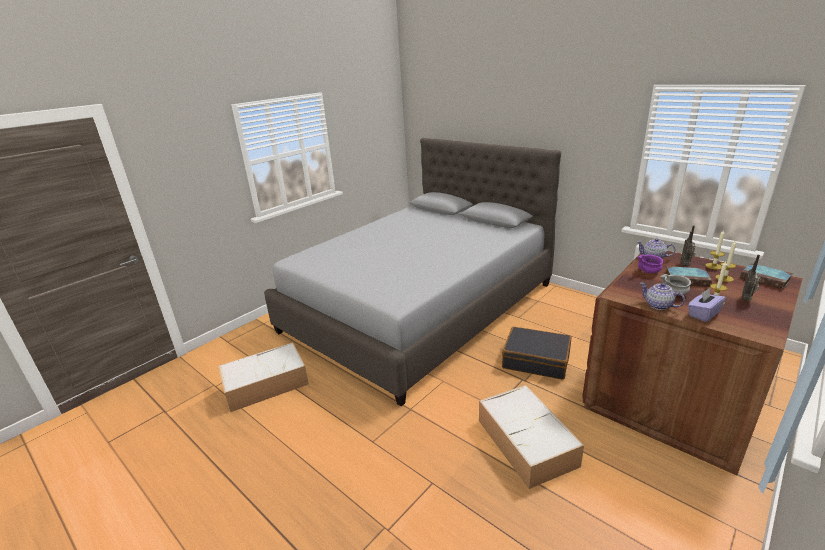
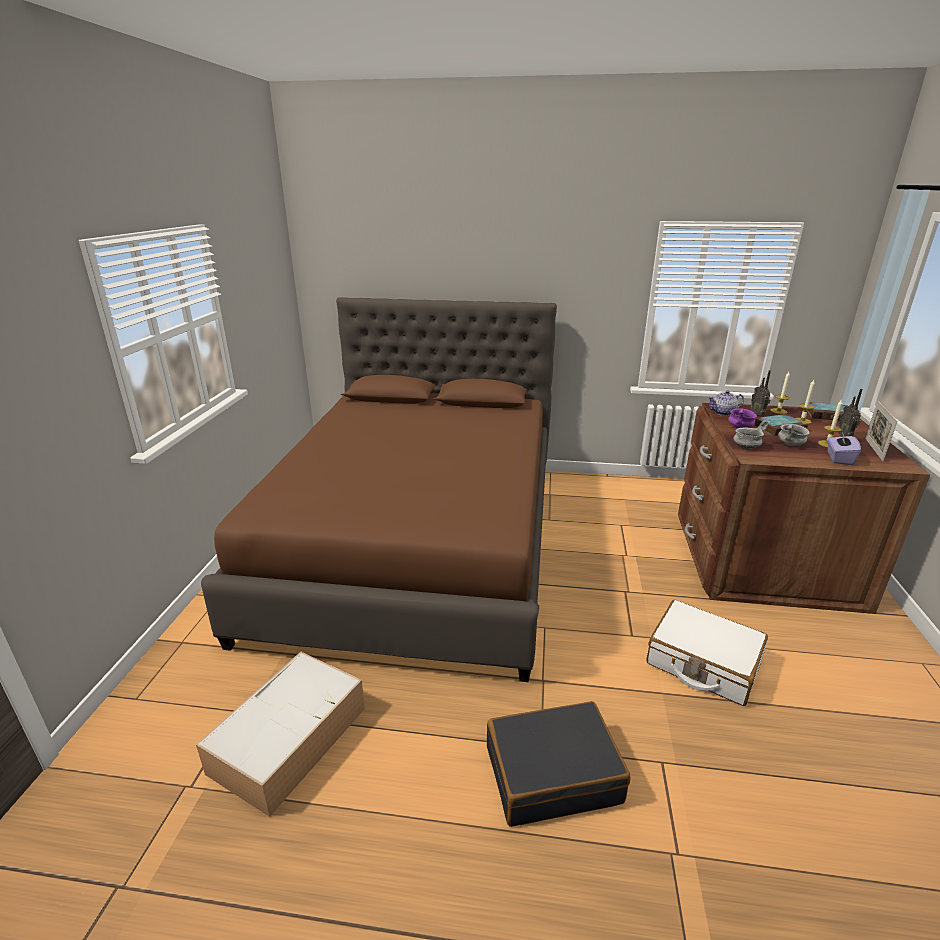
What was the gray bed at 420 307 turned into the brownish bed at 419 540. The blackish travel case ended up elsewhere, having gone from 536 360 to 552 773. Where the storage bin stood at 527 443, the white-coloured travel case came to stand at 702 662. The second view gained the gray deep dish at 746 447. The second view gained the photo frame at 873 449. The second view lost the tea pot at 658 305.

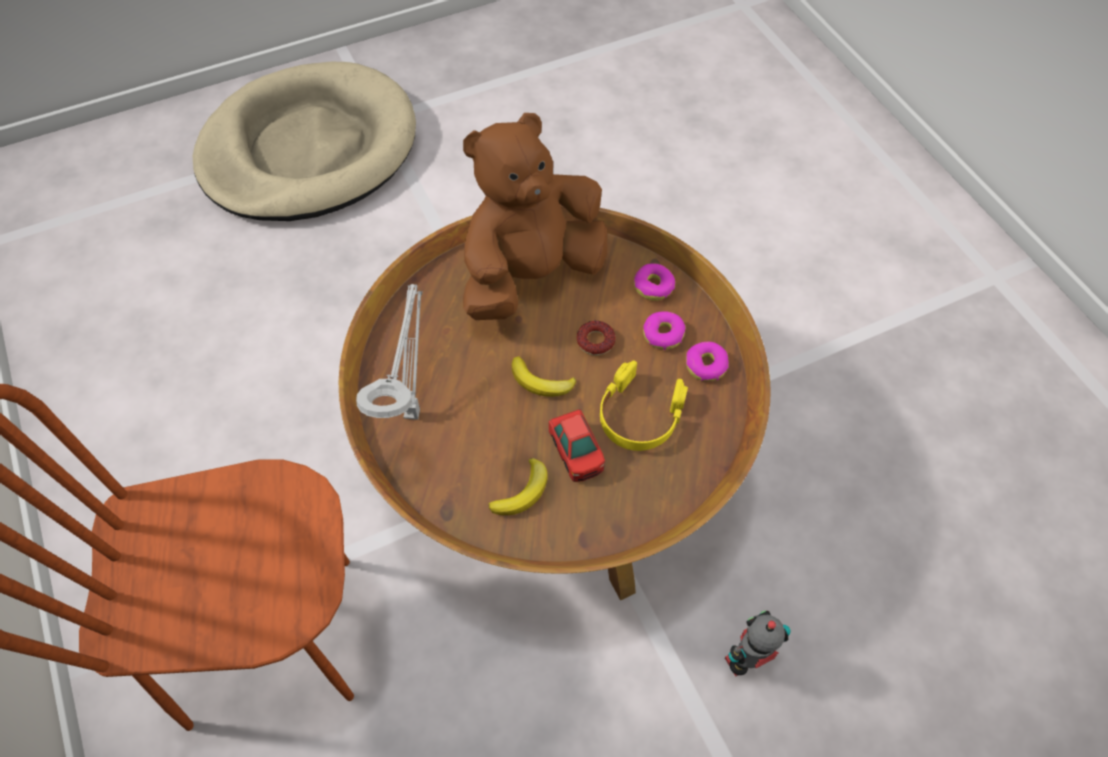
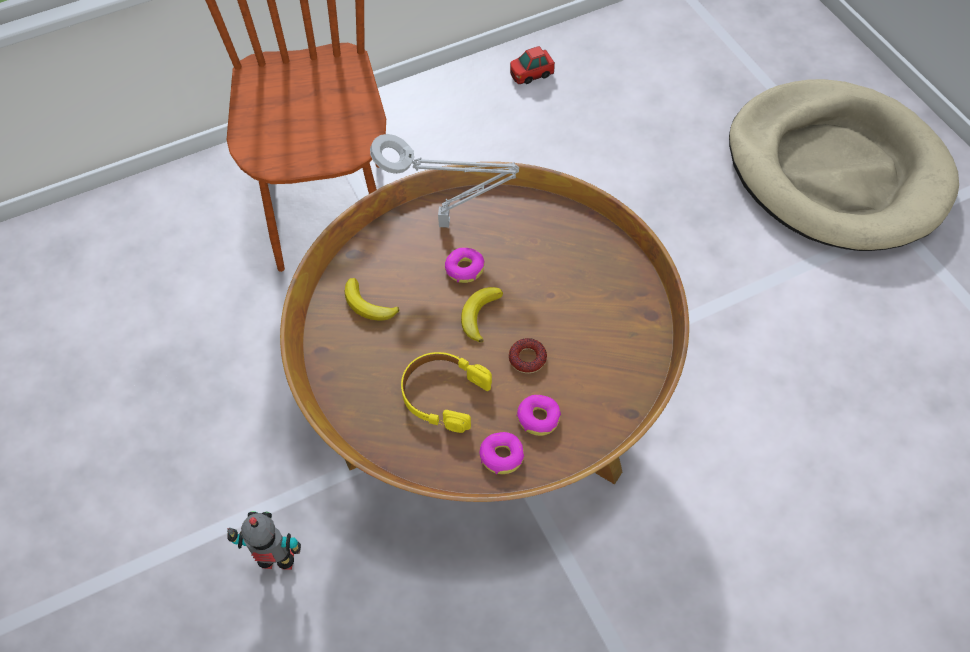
The model robot at 745 663 ended up facing another way, 60 degrees counterclockwise from before. The ring doughnut ended up elsewhere, having gone from 653 286 to 464 269. The model car ended up elsewhere, having gone from 576 453 to 531 74. The second view lost the brownish plush toy at 530 275.

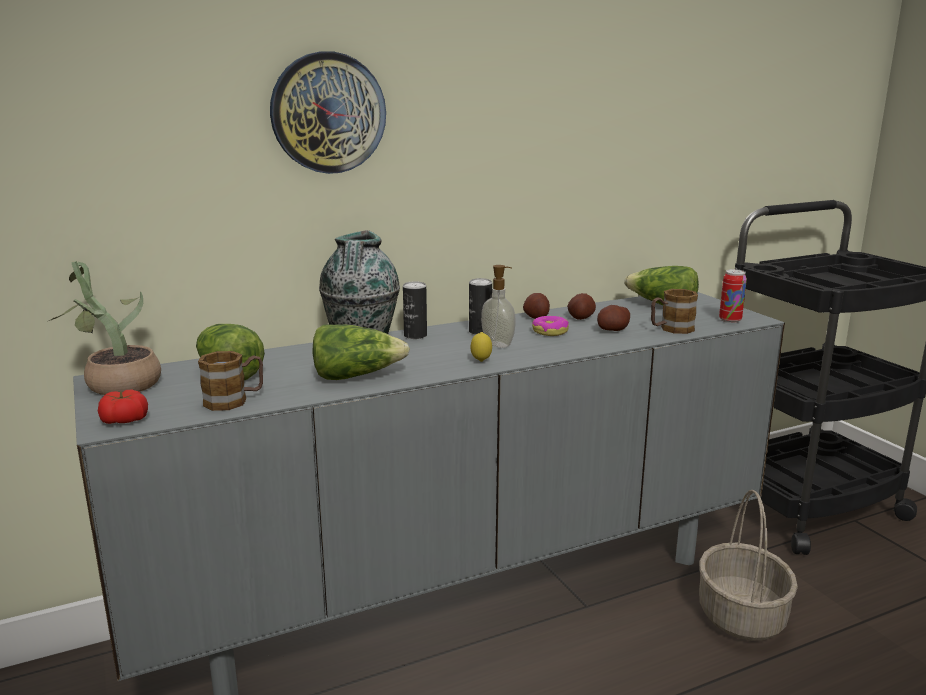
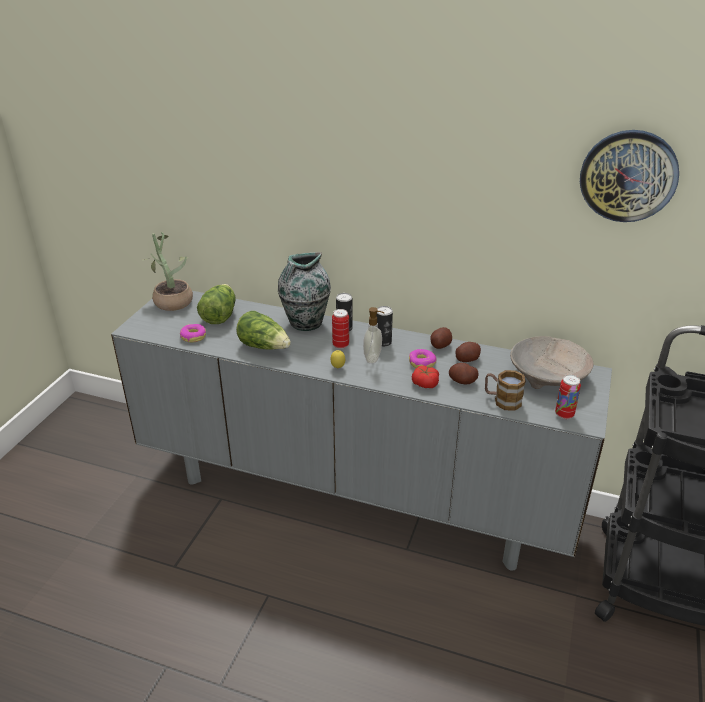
Where the tea mug stood at 234 400, the ring doughnut came to stand at 193 336. The second view gained the can at 340 345. The fresh tomato ended up elsewhere, having gone from 124 420 to 425 383. Where the lettuce head stood at 662 305, the beige deep dish came to stand at 548 375. The clock on the wall ended up elsewhere, having gone from 328 113 to 628 176. The second view lost the household basket at 740 615.

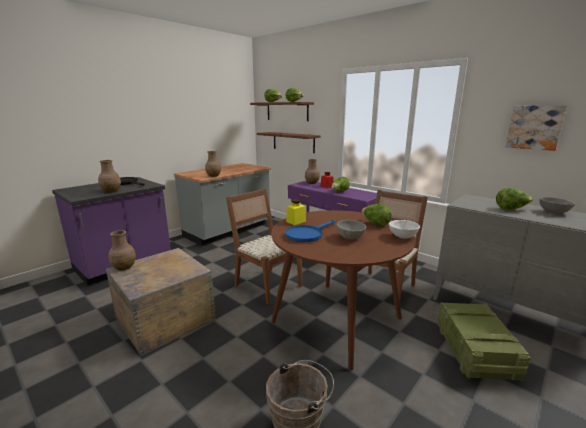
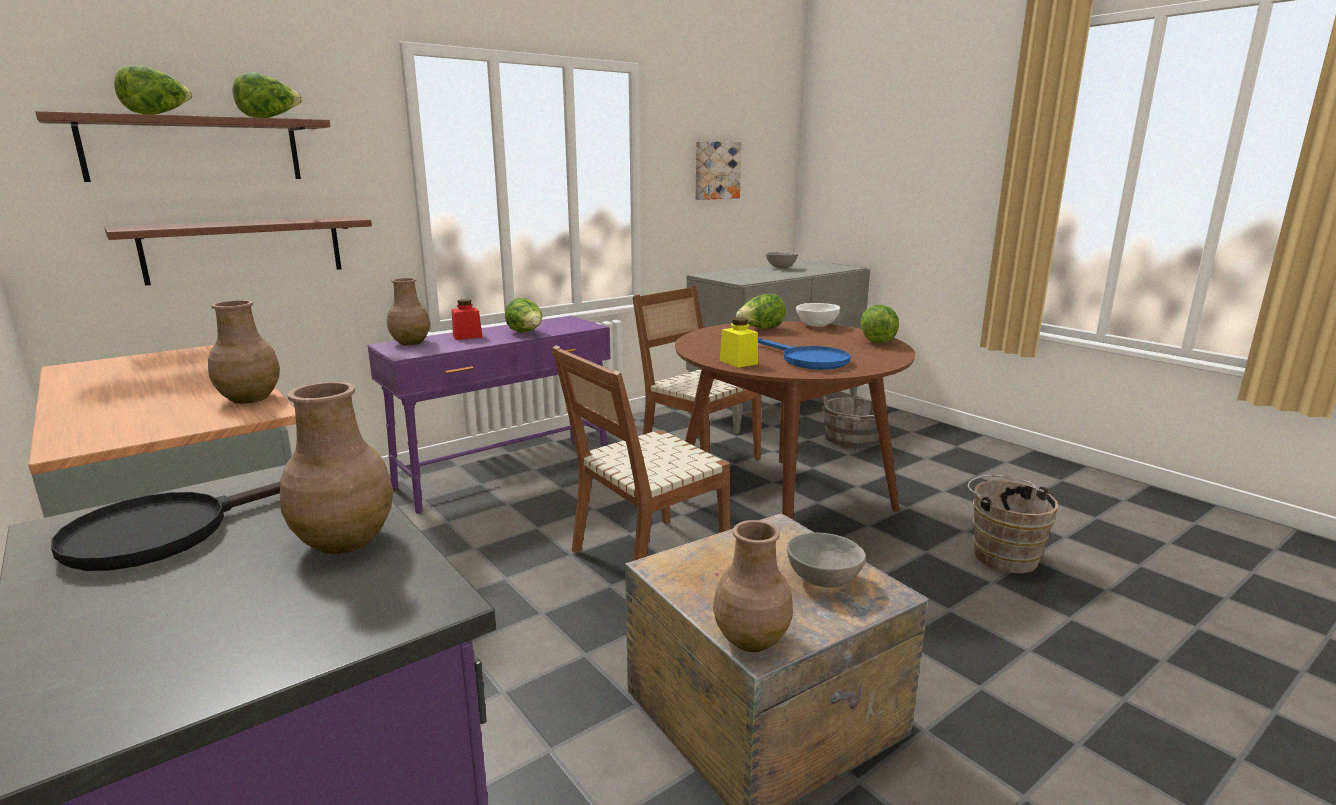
The gray deep dish ended up elsewhere, having gone from 350 237 to 823 579. Where the shipping crate stood at 475 352, the gray pail came to stand at 851 439. The lettuce head ended up elsewhere, having gone from 511 209 to 877 341.

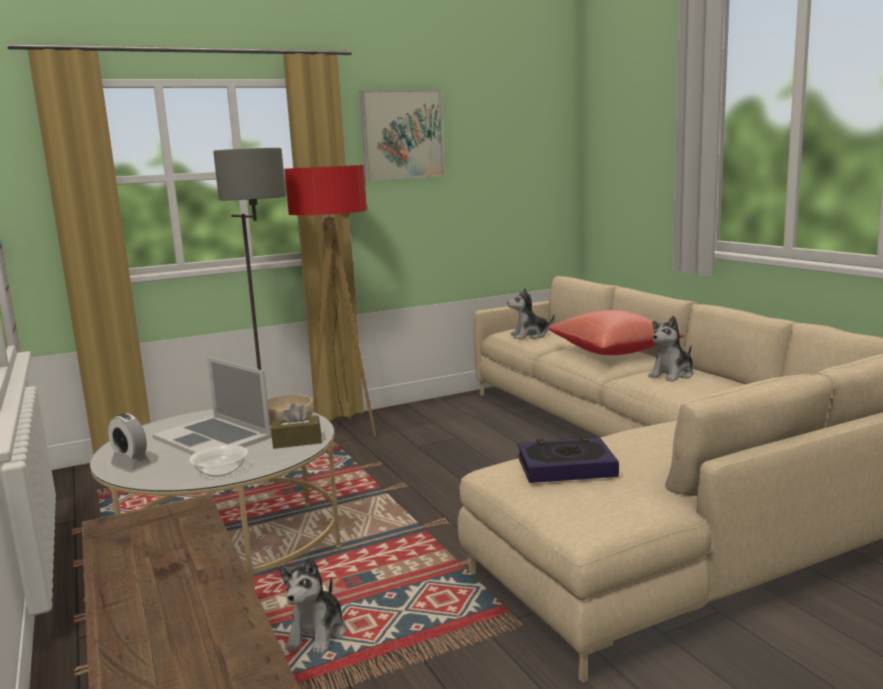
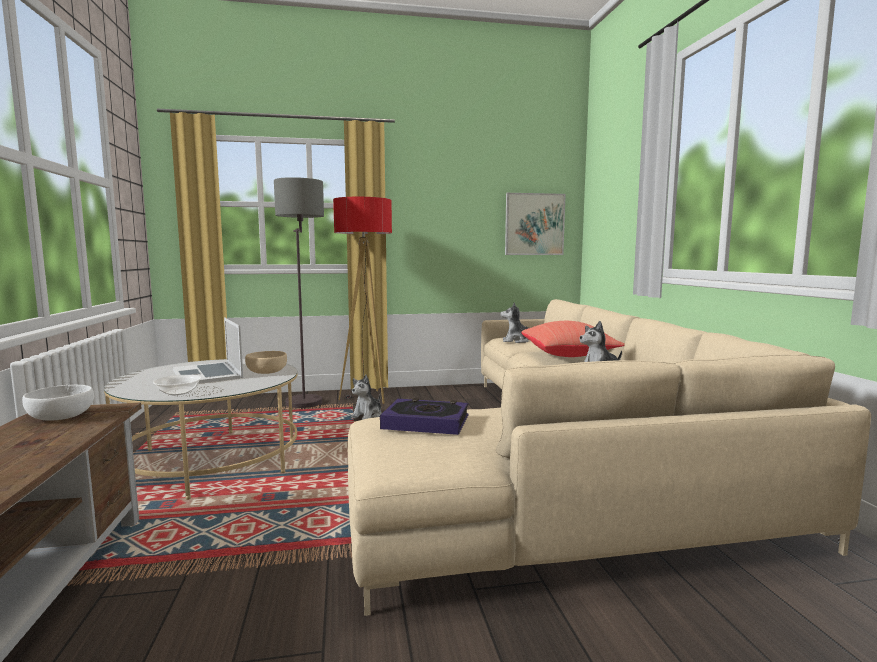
The second view gained the white-coloured deep dish at 60 417. The plush toy ended up elsewhere, having gone from 317 633 to 367 415. The picture ended up elsewhere, having gone from 402 134 to 534 224. The second view lost the table clock at 131 464. The second view lost the brownish tissue box at 297 441.

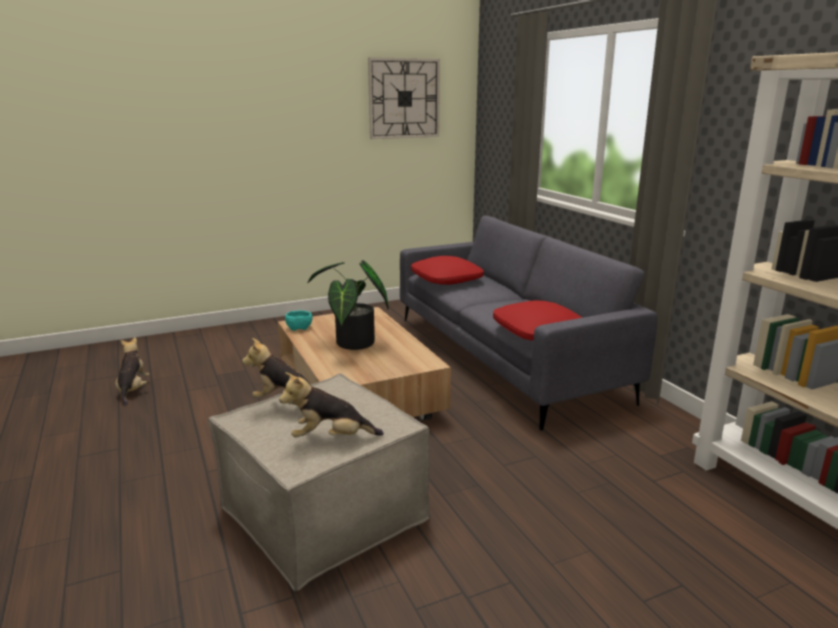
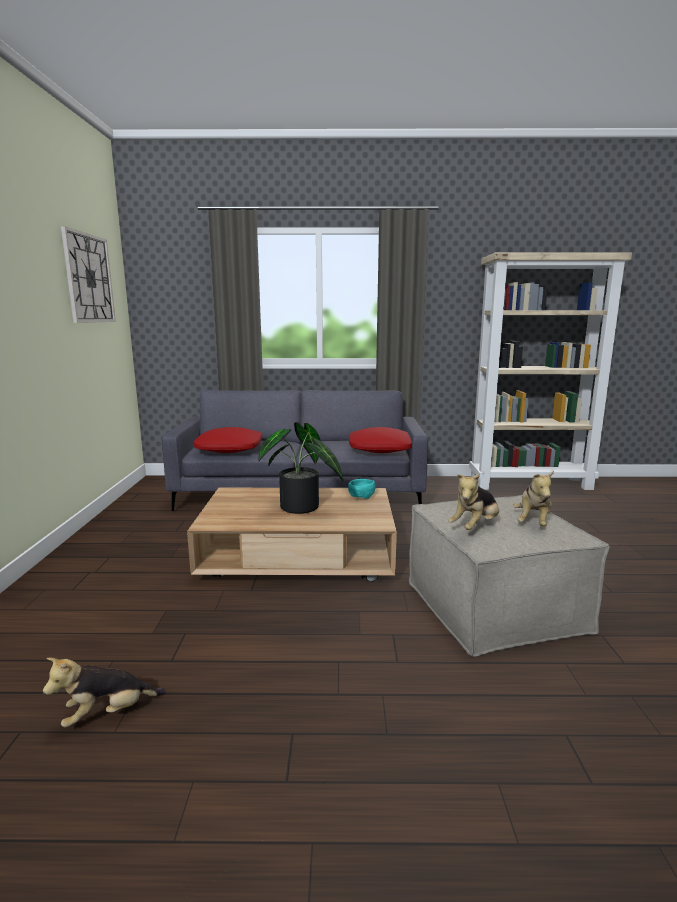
The plush toy at 133 390 ended up facing another way, 45 degrees counterclockwise from before. The turquoise deep dish ended up elsewhere, having gone from 299 327 to 360 496.

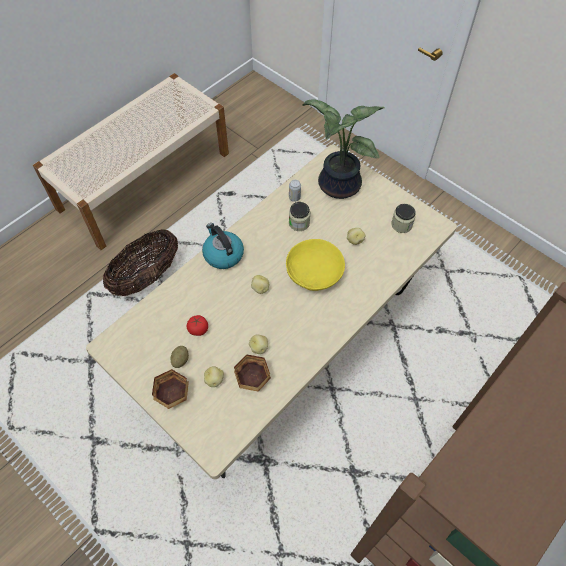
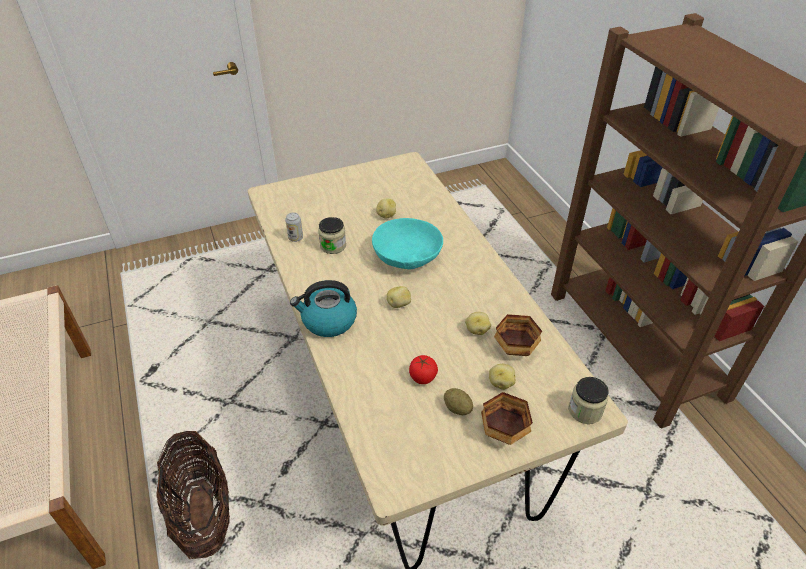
What was the yellowish deep dish at 314 273 turned into the turquoise deep dish at 407 256. The jar ended up elsewhere, having gone from 401 225 to 585 410. The second view lost the plant in a pot at 336 185.

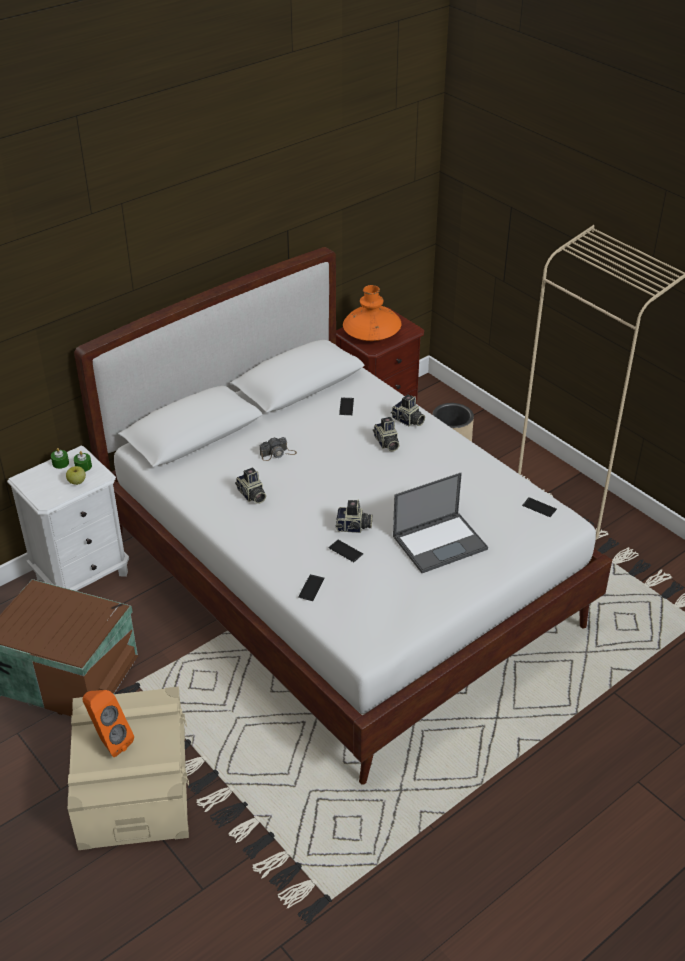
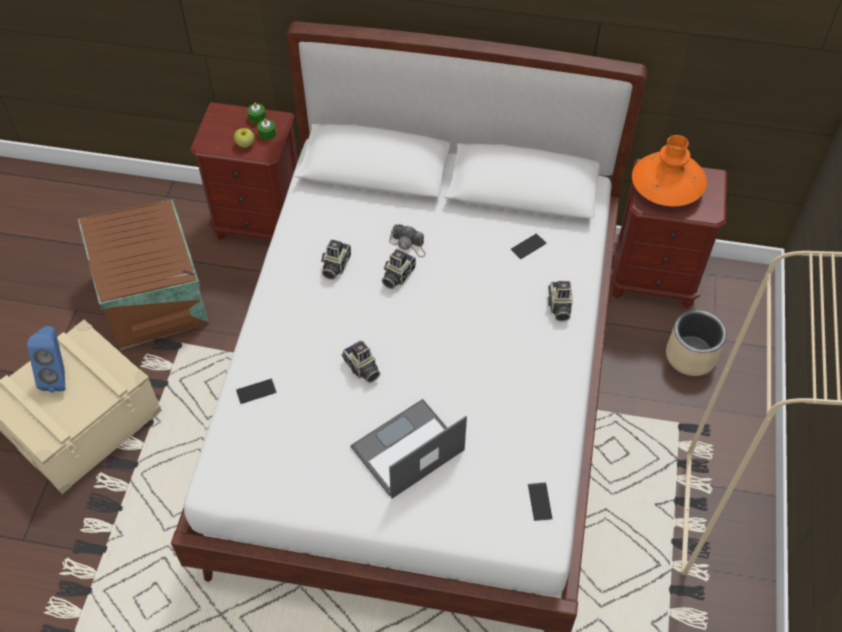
What was the orange speaker at 109 742 turned into the bluish speaker at 59 375. What was the white-coloured night table at 82 575 turned into the brownish night table at 259 222. The laptop at 440 542 ended up facing another way, 120 degrees clockwise from before. The photo camera ended up elsewhere, having gone from 386 443 to 397 275. The second view lost the handset at 345 551.

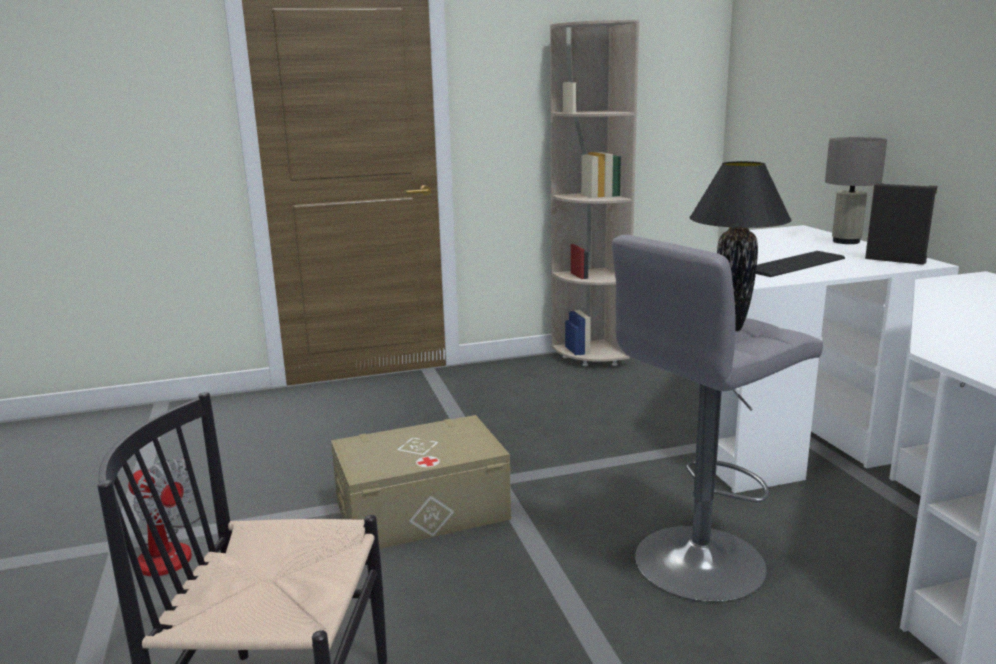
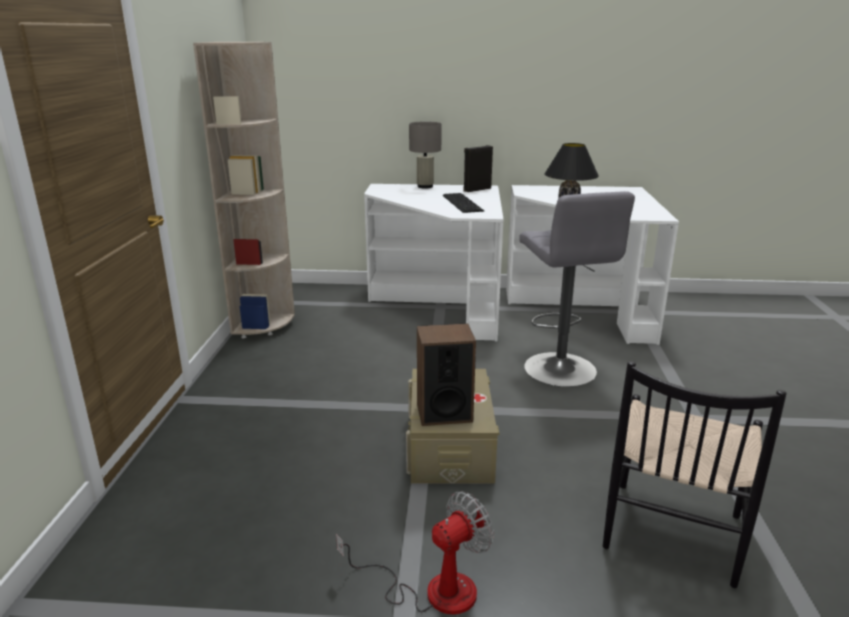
The second view gained the speaker at 444 413.

